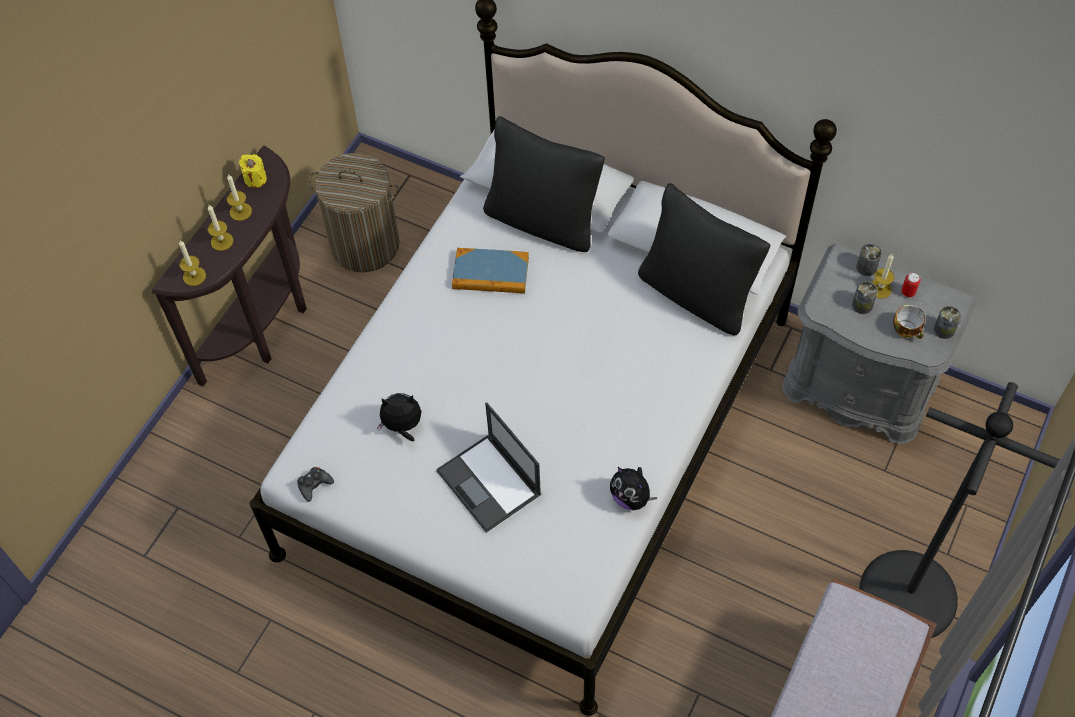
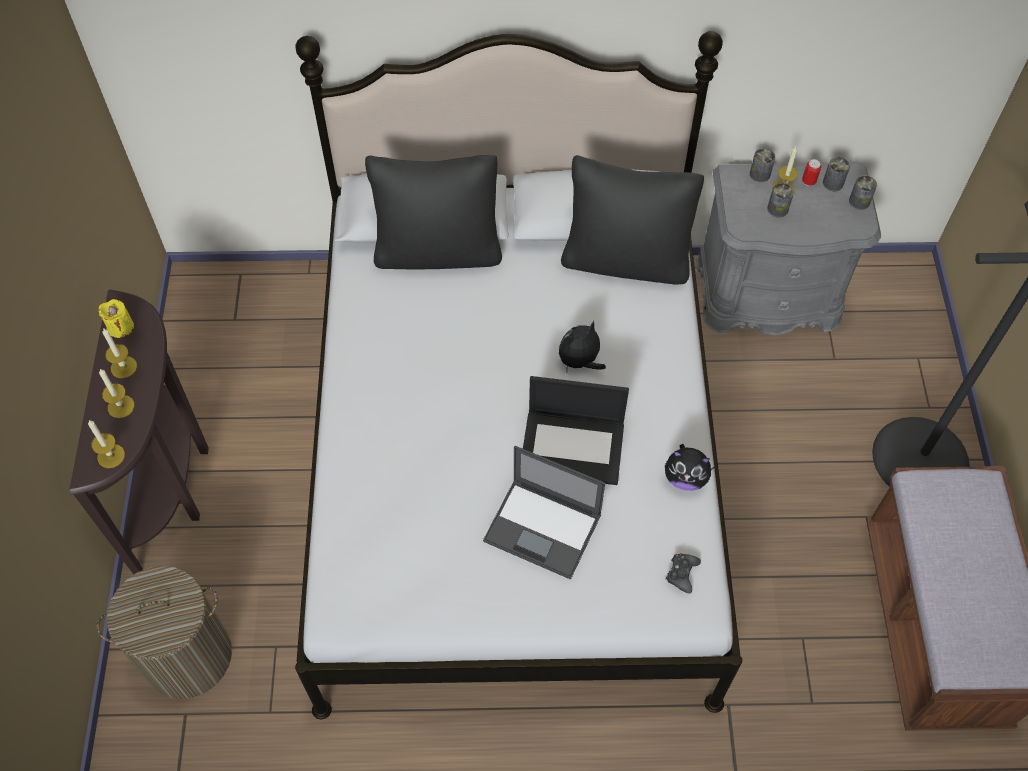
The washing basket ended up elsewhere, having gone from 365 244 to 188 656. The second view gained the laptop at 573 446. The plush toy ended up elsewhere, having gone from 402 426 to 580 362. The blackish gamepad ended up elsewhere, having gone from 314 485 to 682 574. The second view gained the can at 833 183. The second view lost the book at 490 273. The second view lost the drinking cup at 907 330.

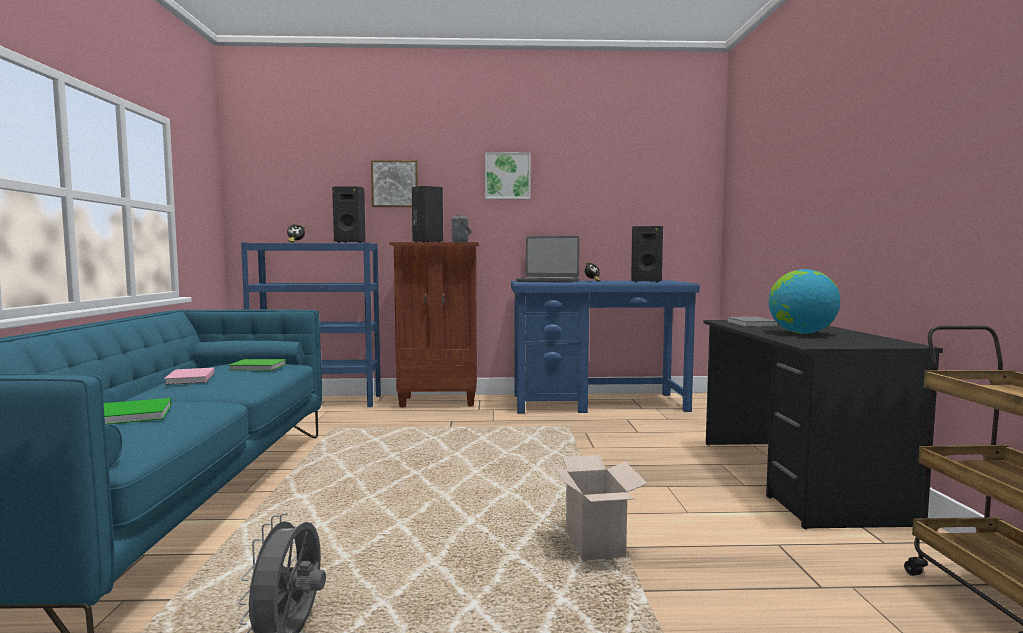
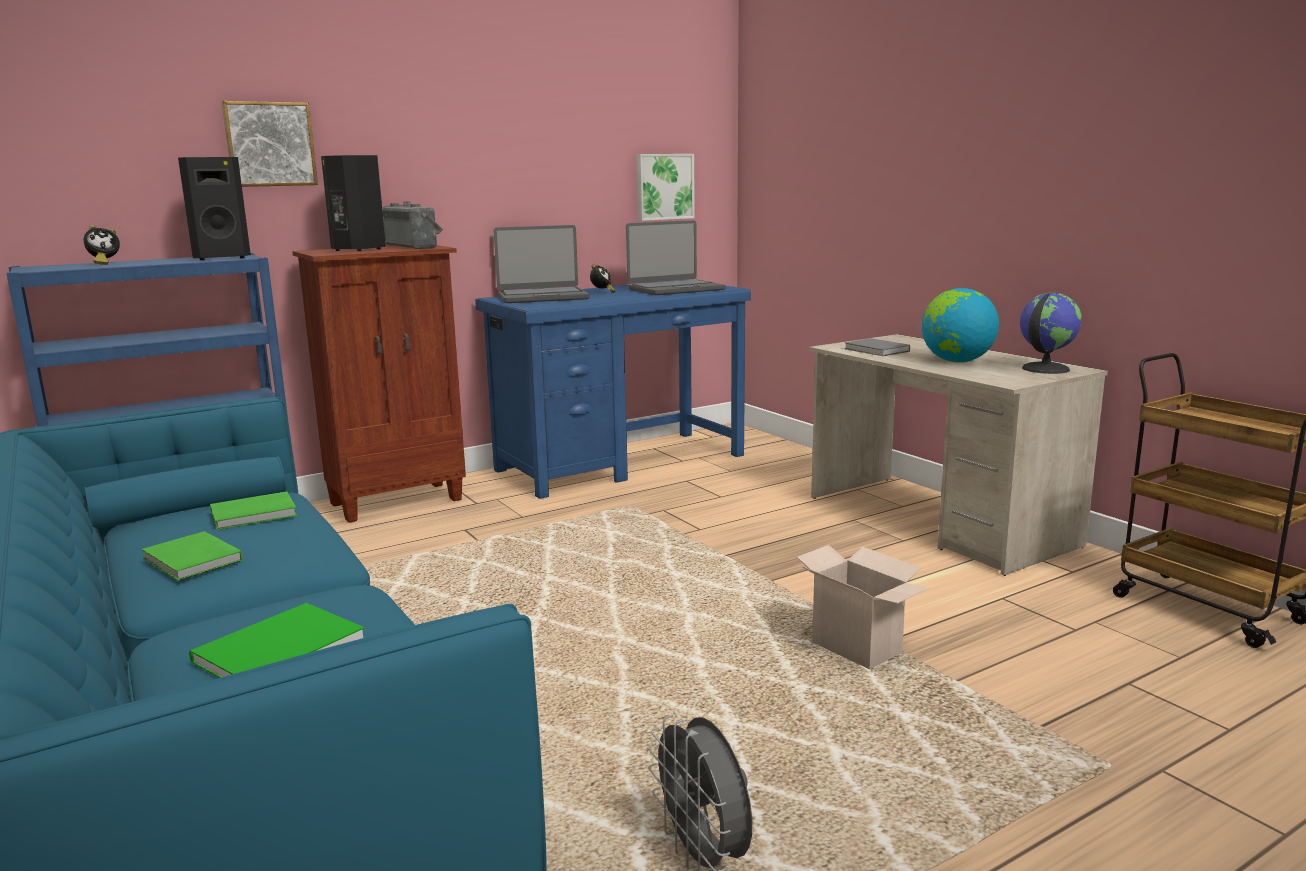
What was the pink book at 189 379 turned into the green-coloured book at 192 561. Where the blackish speaker stood at 645 282, the laptop came to stand at 675 289. The picture ended up elsewhere, having gone from 507 176 to 664 186. What was the blackish desk at 795 479 turned into the beige desk at 937 521. The second view gained the world globe at 1044 369.

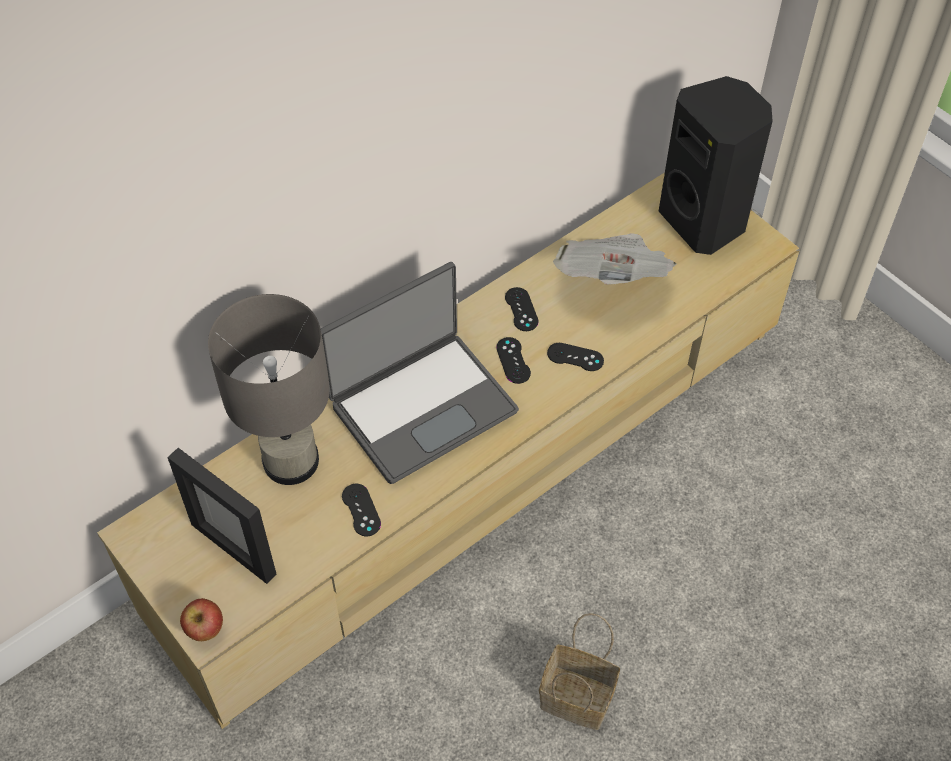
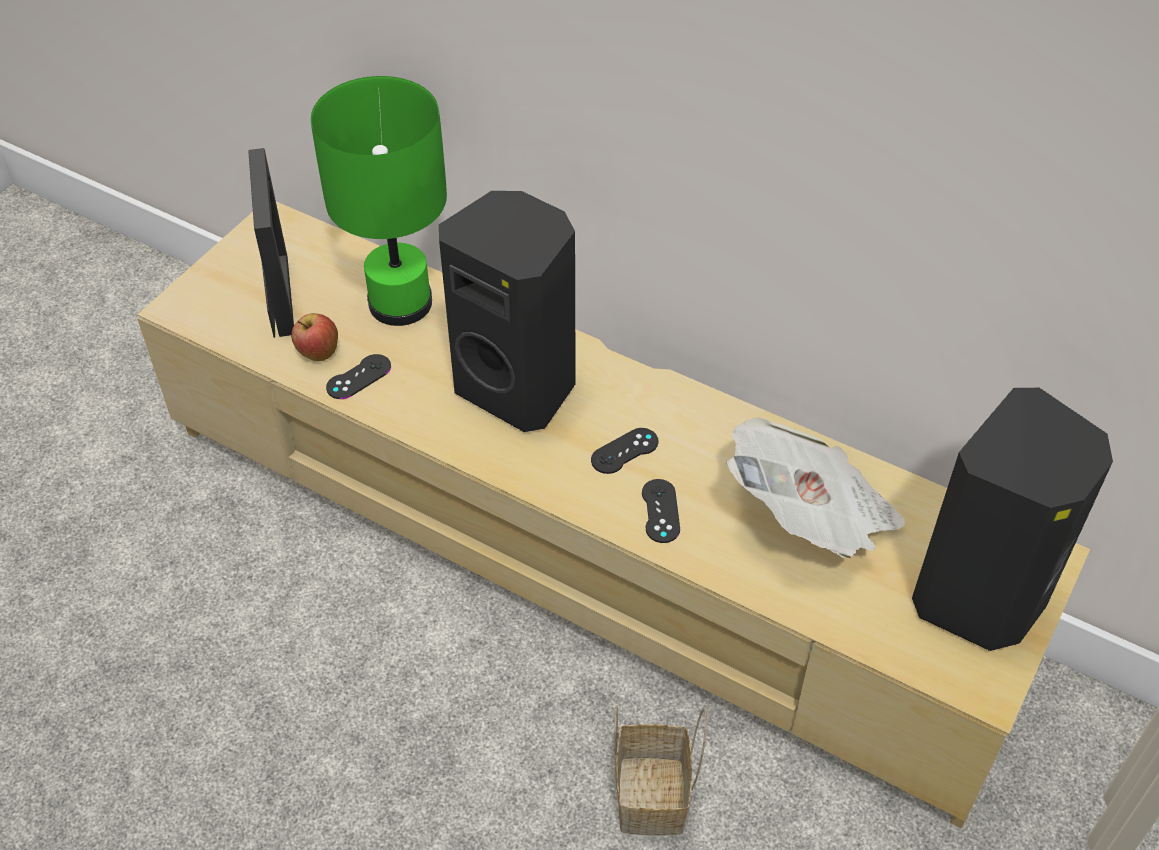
The photo frame at 235 547 ended up facing another way, 150 degrees clockwise from before. The whole apple ended up elsewhere, having gone from 205 630 to 318 353. What was the gray tabletop lamp at 291 462 turned into the green-coloured tabletop lamp at 399 304. Where the laptop stood at 422 406, the blackish speaker came to stand at 518 387. The household basket ended up elsewhere, having gone from 579 697 to 653 798. The second view lost the blackish gamepad at 521 309.

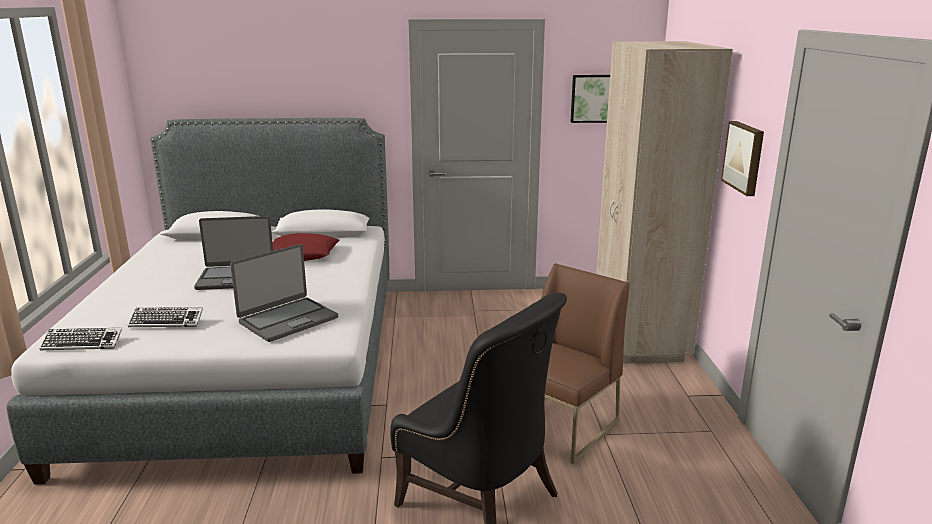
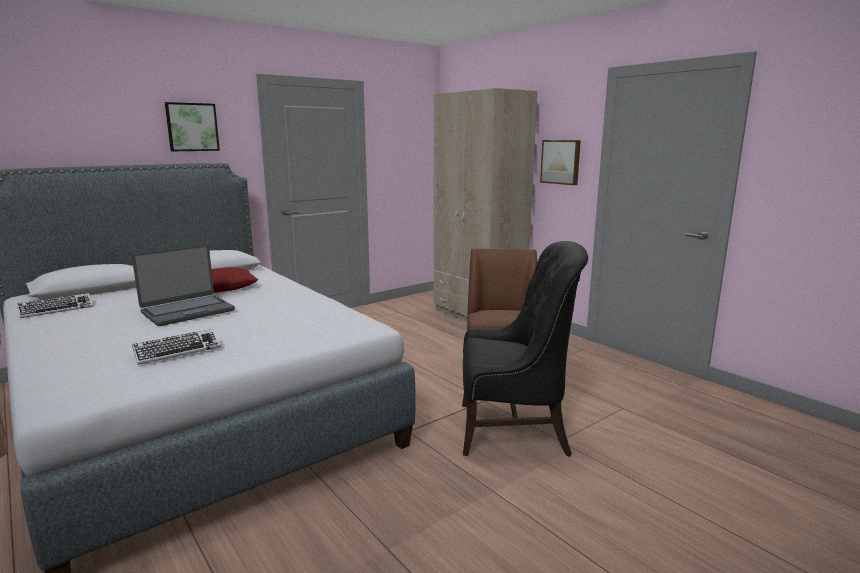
The keyboard ended up elsewhere, having gone from 82 343 to 56 309. The picture ended up elsewhere, having gone from 594 98 to 192 127. The second view lost the laptop at 287 320.

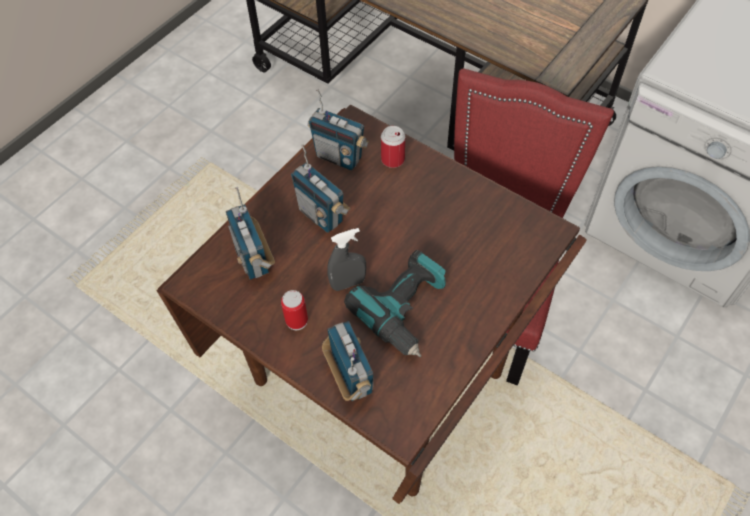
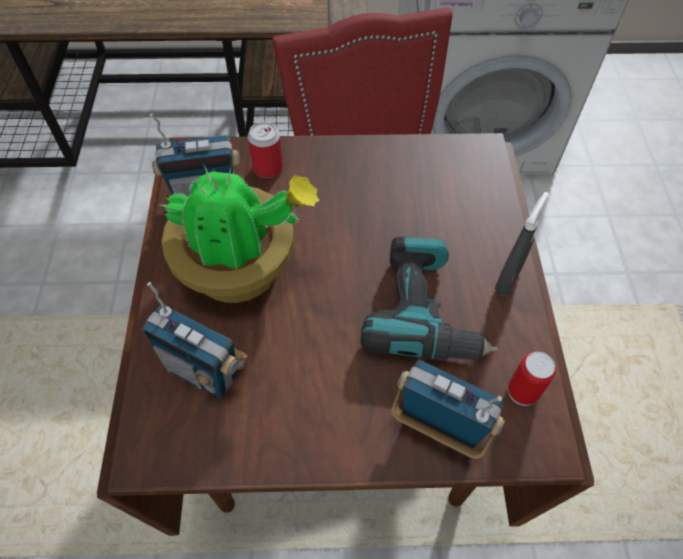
Where the radio stood at 321 215, the plant in a pot came to stand at 241 270. The gray spray bottle ended up elsewhere, having gone from 348 283 to 507 280. The can ended up elsewhere, having gone from 296 321 to 523 391.

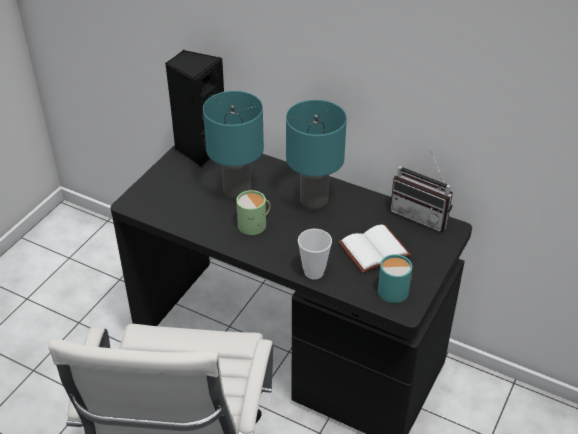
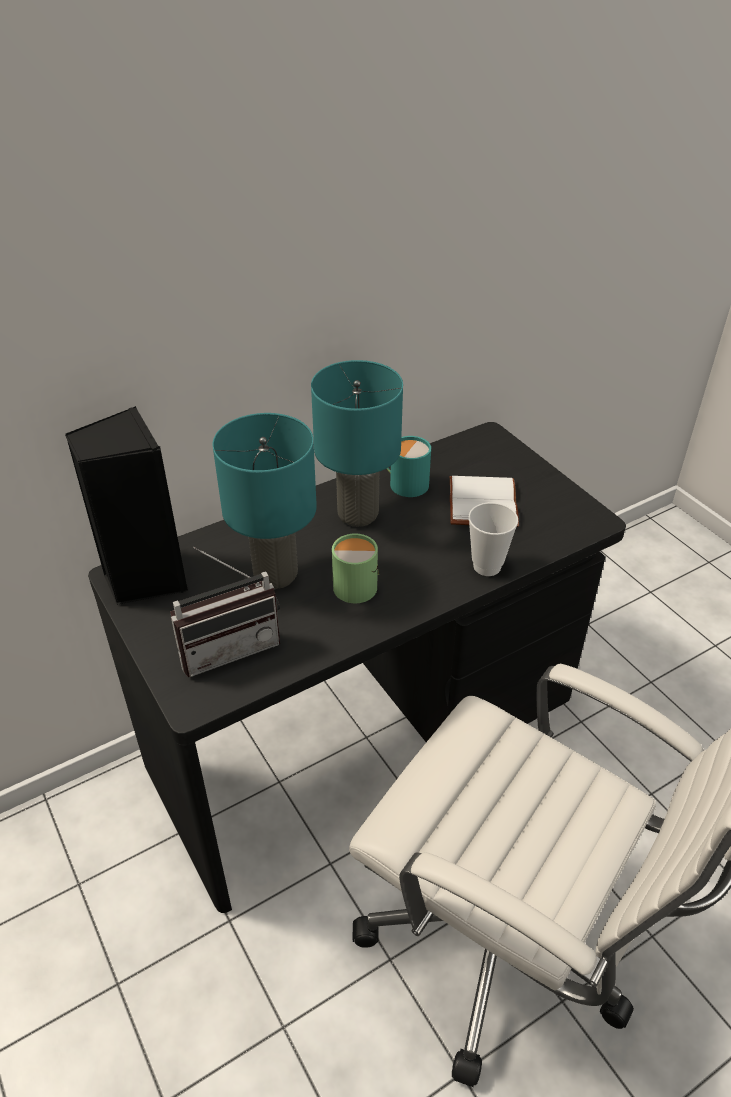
The radio ended up elsewhere, having gone from 422 215 to 228 646. The turquoise tea mug ended up elsewhere, having gone from 393 288 to 405 483.

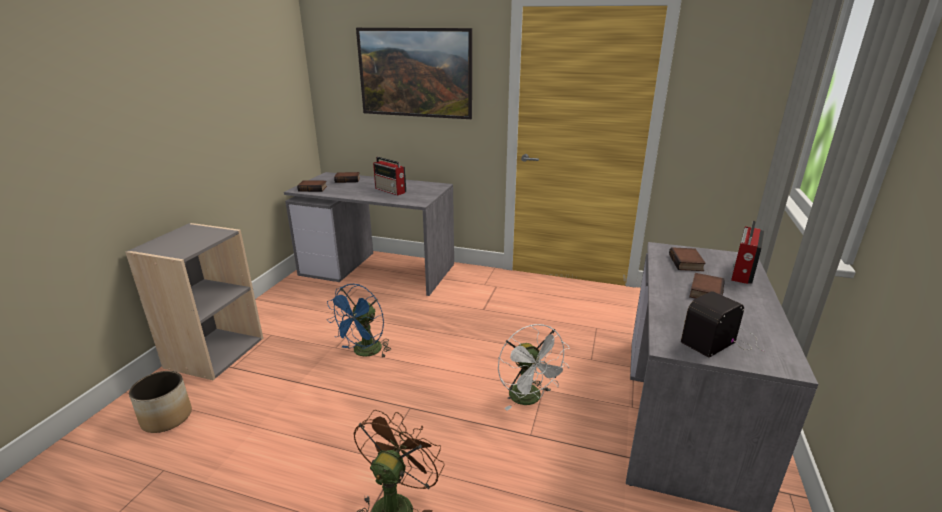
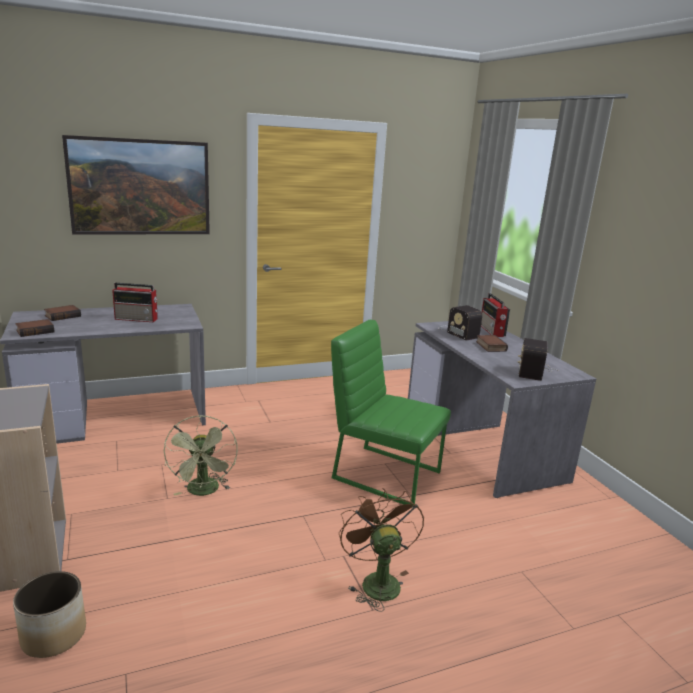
What was the bluish electric fan at 364 352 turned into the green-coloured electric fan at 204 491. Where the white-coloured electric fan stood at 530 399, the green-coloured chair came to stand at 384 473. Where the book stood at 687 263, the radio came to stand at 457 332.

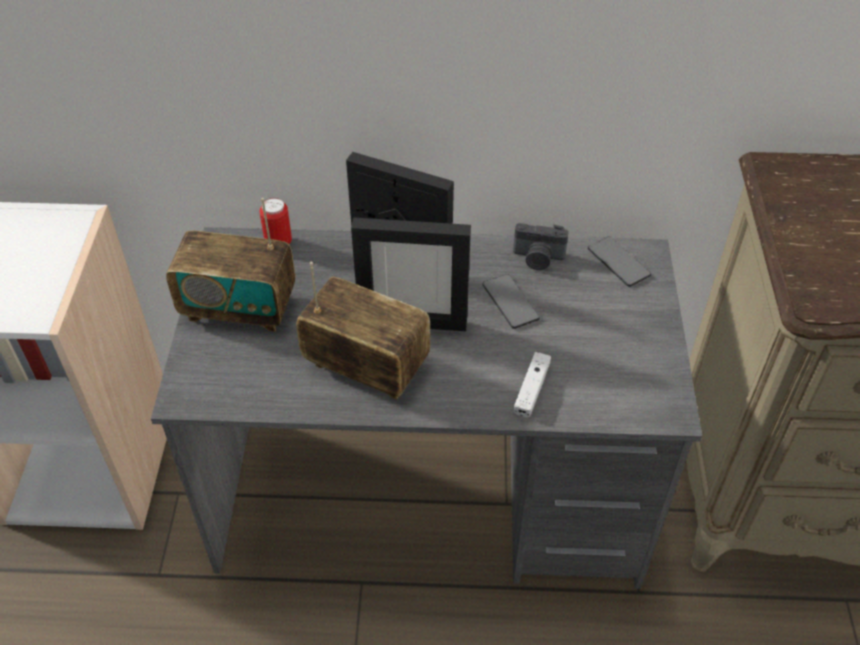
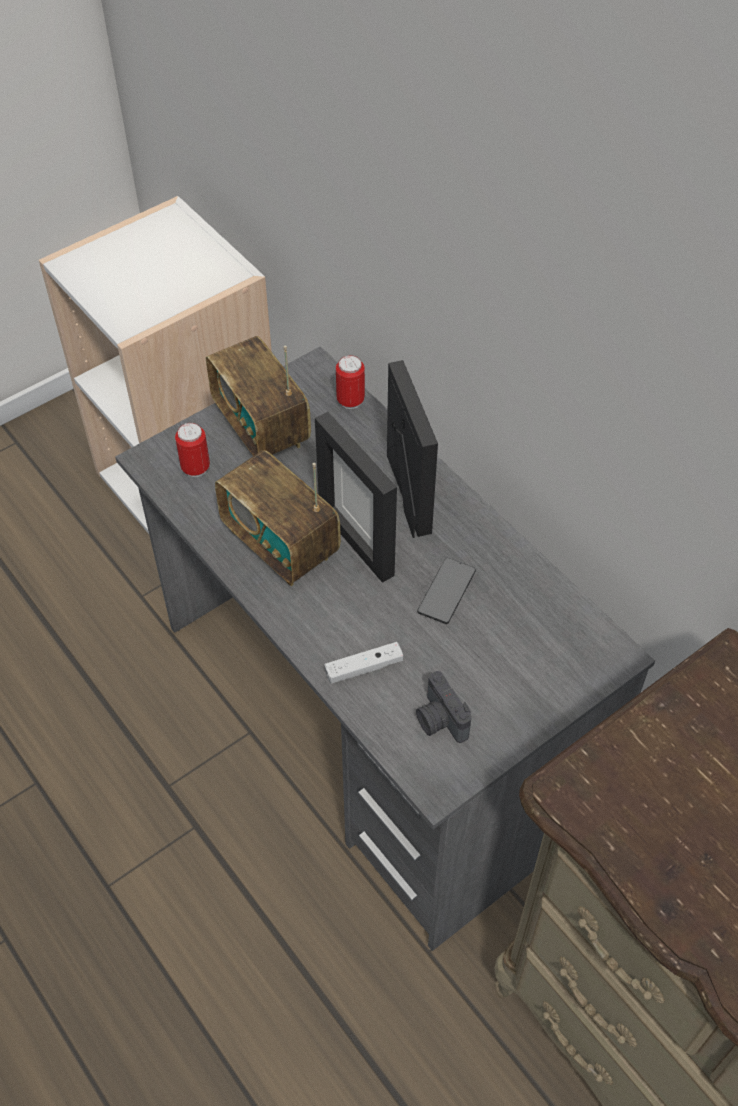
The second view gained the can at 195 468. The radio at 366 367 ended up facing another way, 150 degrees clockwise from before. The photo camera ended up elsewhere, having gone from 538 258 to 439 720. The second view lost the handset at 618 262.

